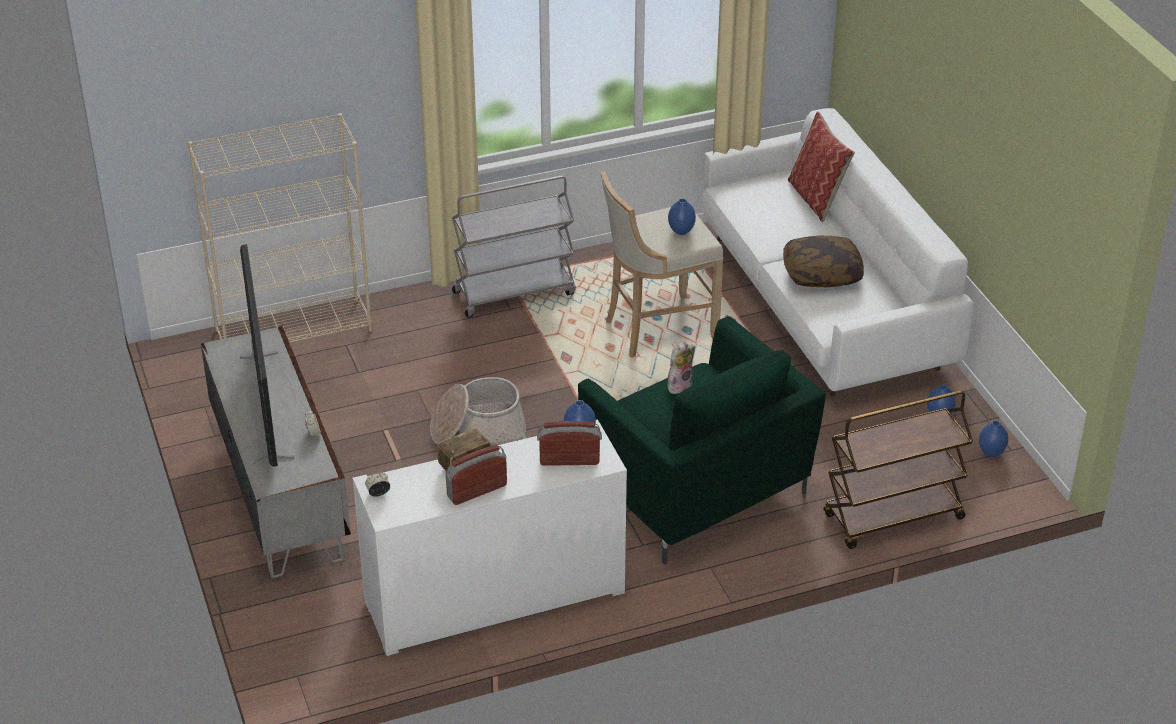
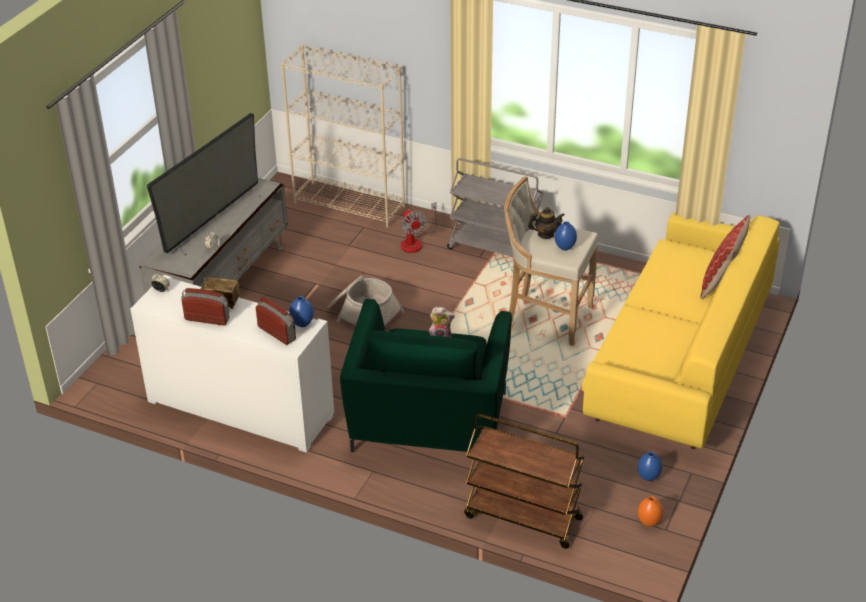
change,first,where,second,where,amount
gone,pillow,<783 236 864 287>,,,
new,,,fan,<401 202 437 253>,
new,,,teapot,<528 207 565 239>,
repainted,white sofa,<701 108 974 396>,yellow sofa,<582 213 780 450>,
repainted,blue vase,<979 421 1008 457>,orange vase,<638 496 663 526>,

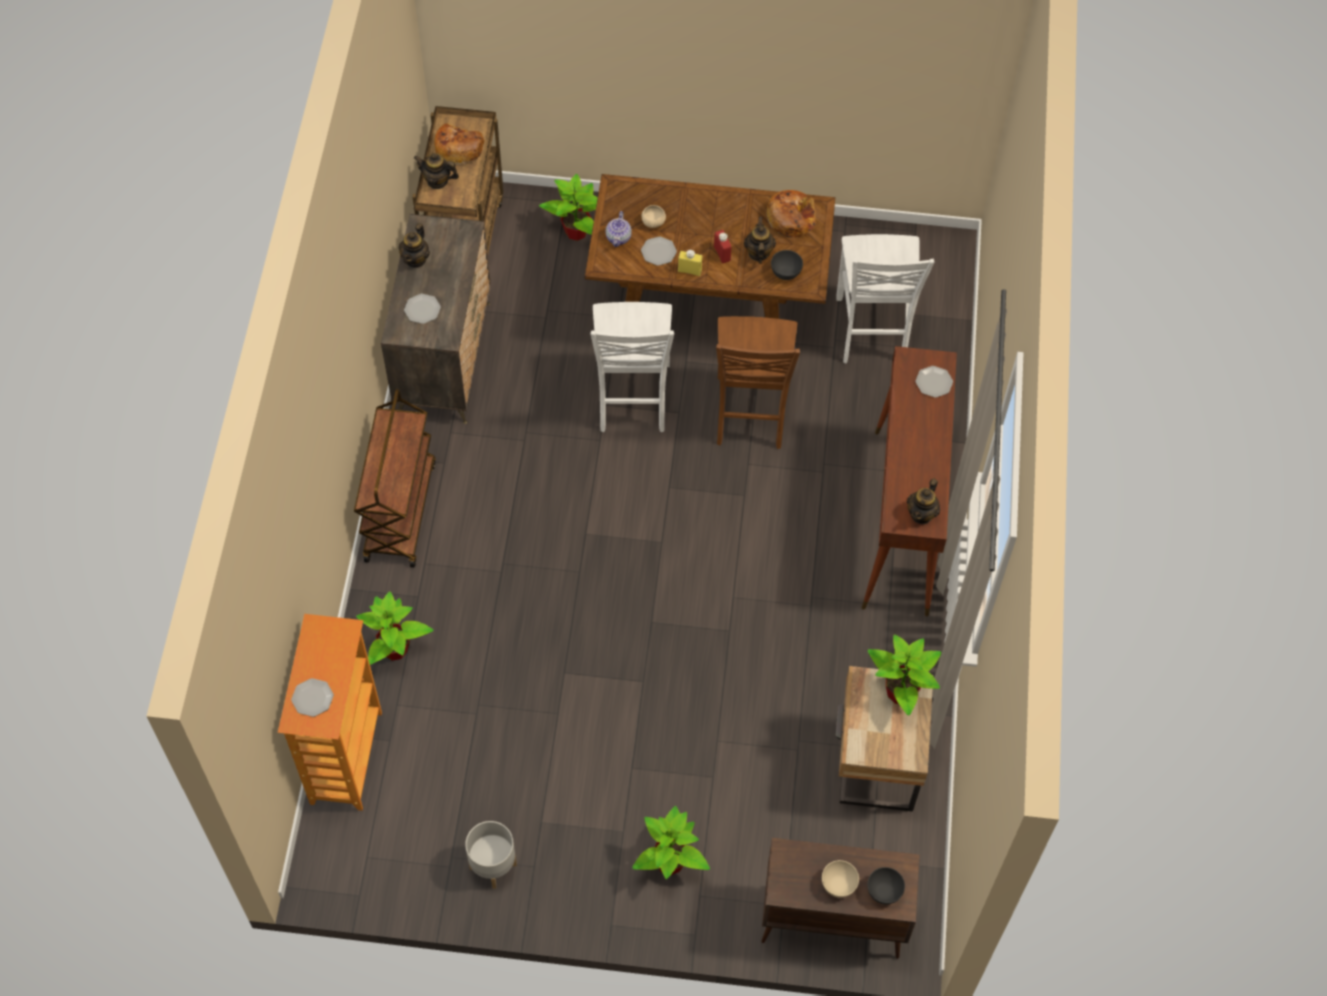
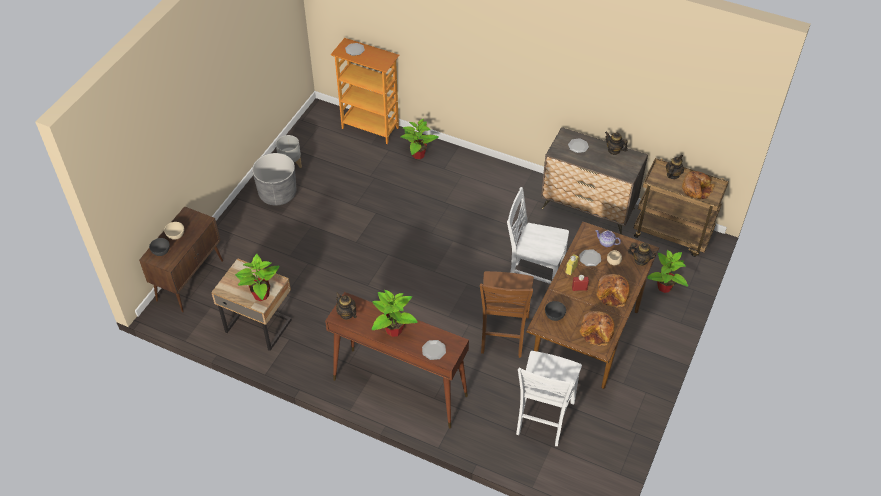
change,first,where,second,where,amount
gone,brown cart,<354 389 436 568>,,,
new,,,grey planter,<252 153 296 206>,
new,,,bread,<596 274 630 307>,
shifted,potted plant,<632 806 710 879>,,<372 290 418 337>,
shifted,teapot,<744 217 776 264>,,<628 243 658 265>,
rotated,brown chair,<716 316 800 449>,,<480 271 534 358>,105 degrees counterclockwise
rotated,white chair,<836 234 934 364>,,<516 351 582 446>,90 degrees counterclockwise

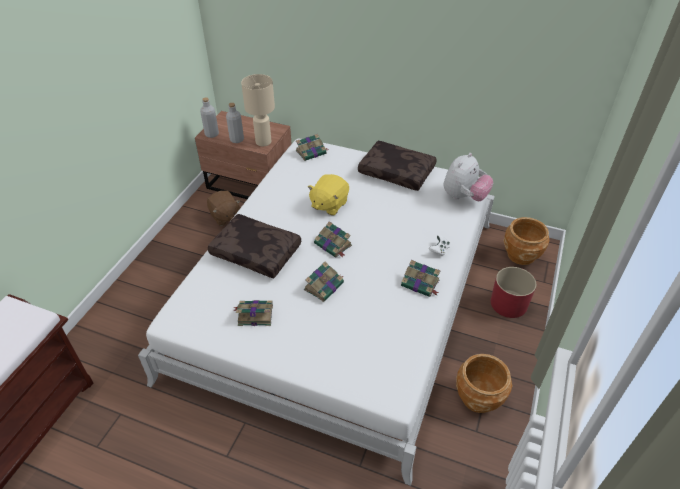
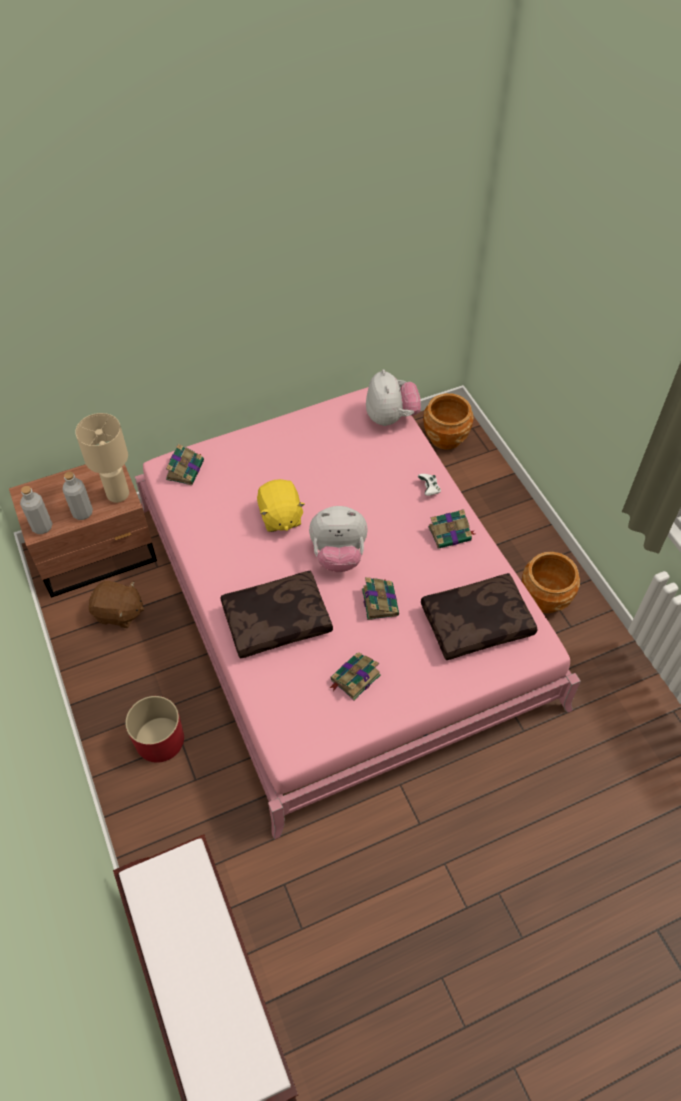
change,first,where,second,where,amount
shifted,brown pillow,<358 141 436 191>,,<421 573 538 660>,
shifted,red planter,<491 267 536 318>,,<125 696 184 763>,
swapped,book,<314 221 352 257>,plush toy,<309 506 368 572>,
repainted,white bed,<138 139 495 486>,pink bed,<135 387 581 839>,

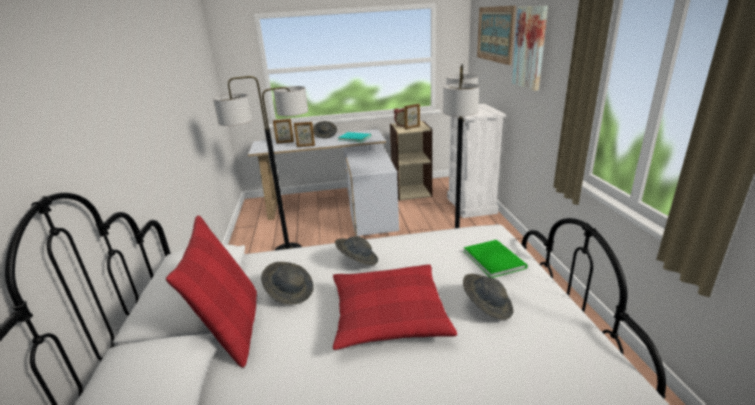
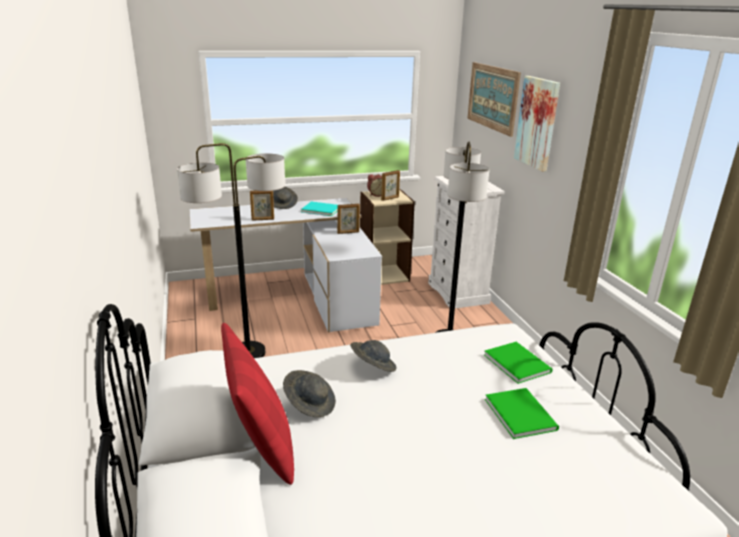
change,first,where,second,where,amount
gone,red pillow,<333 264 457 350>,,,
shifted,picture frame,<273 119 294 144>,,<337 204 360 234>,
swapped,grey hat,<463 274 513 320>,green book,<485 388 559 439>,

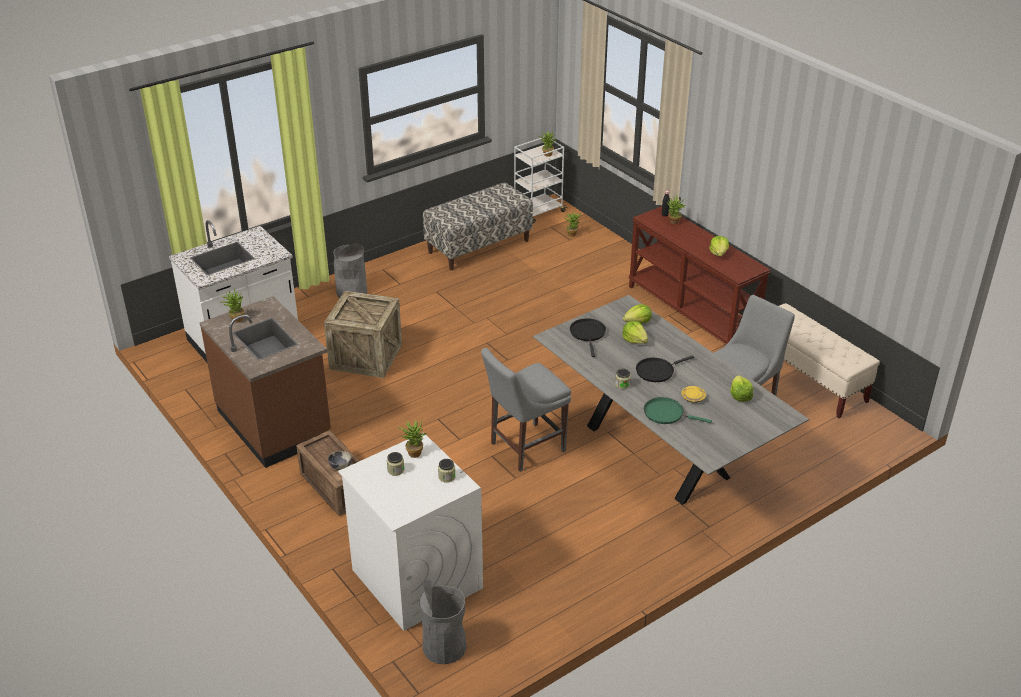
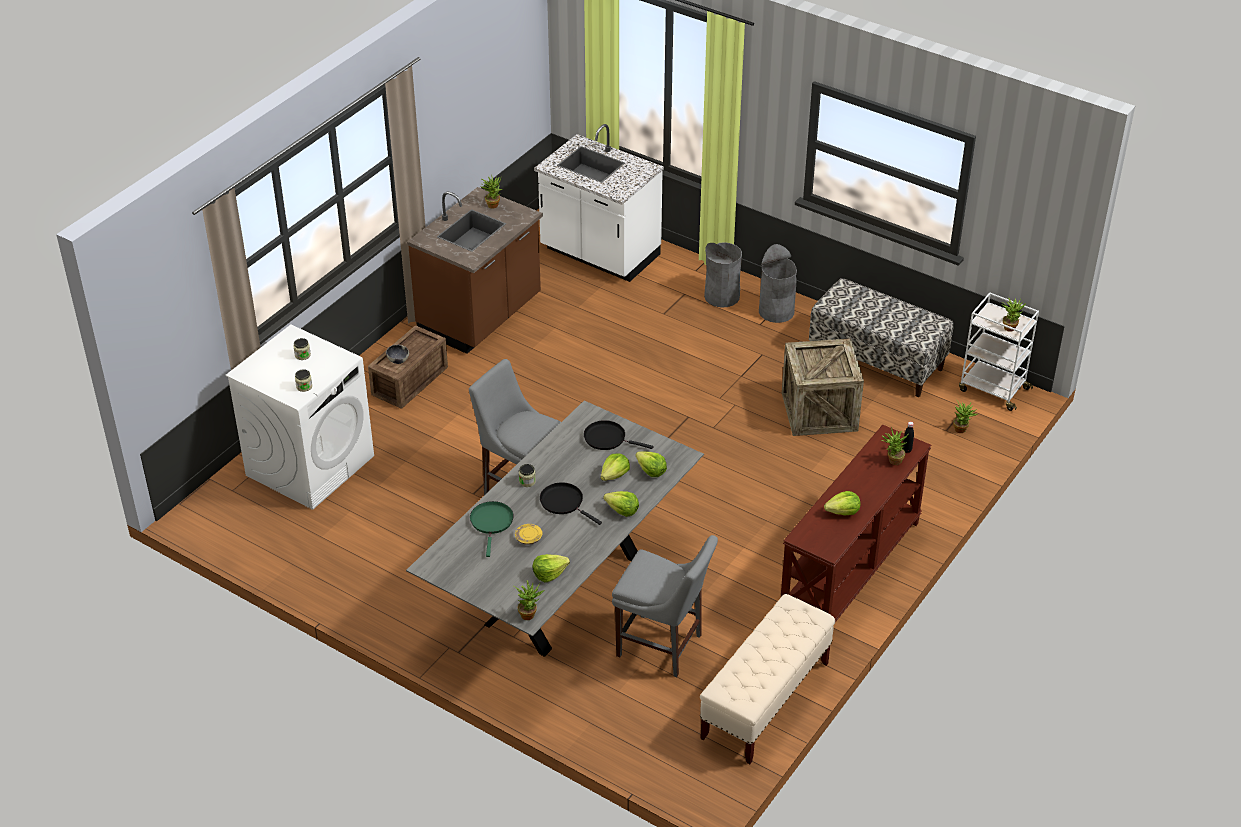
change,first,where,second,where,amount
new,,,lettuce,<603 491 639 517>,
shifted,crate,<324 291 402 378>,,<782 338 864 436>,
shifted,potted plant,<398 420 427 458>,,<513 580 544 620>,
shifted,grey trash can,<420 580 466 664>,,<759 244 797 323>,
rotated,black frying pan,<570 318 606 357>,,<584 420 654 450>,135 degrees counterclockwise

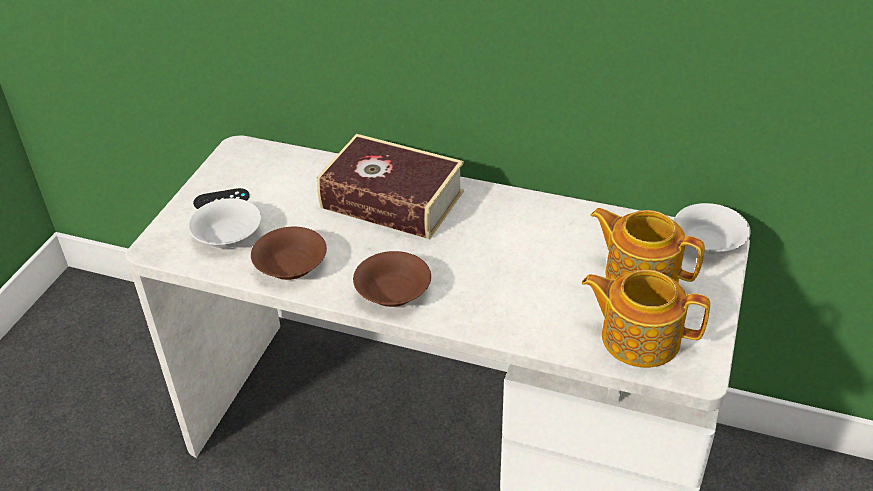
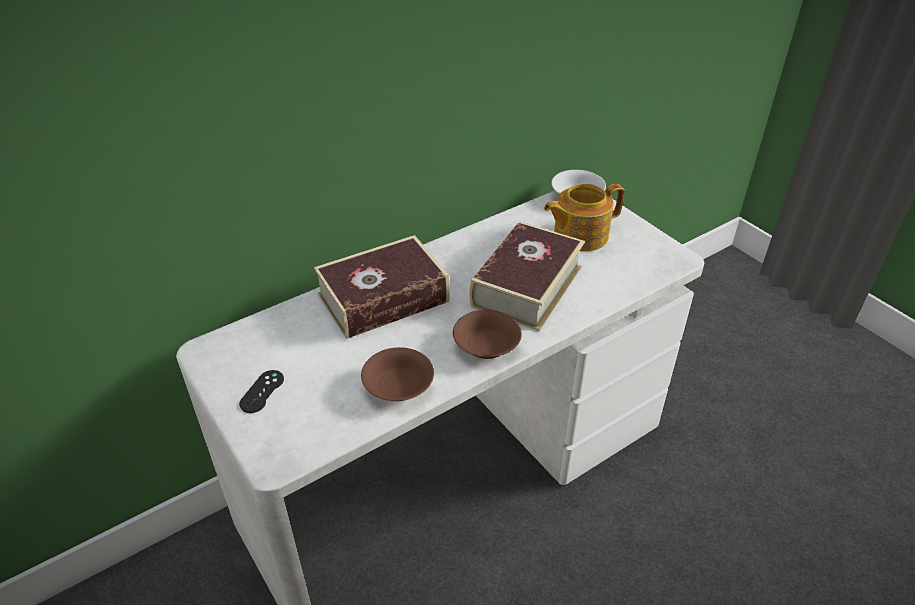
change,first,where,second,where,amount
gone,white bowl,<188 198 262 248>,,,
gone,teapot,<582 269 710 368>,,,
new,,,book,<469 221 585 331>,

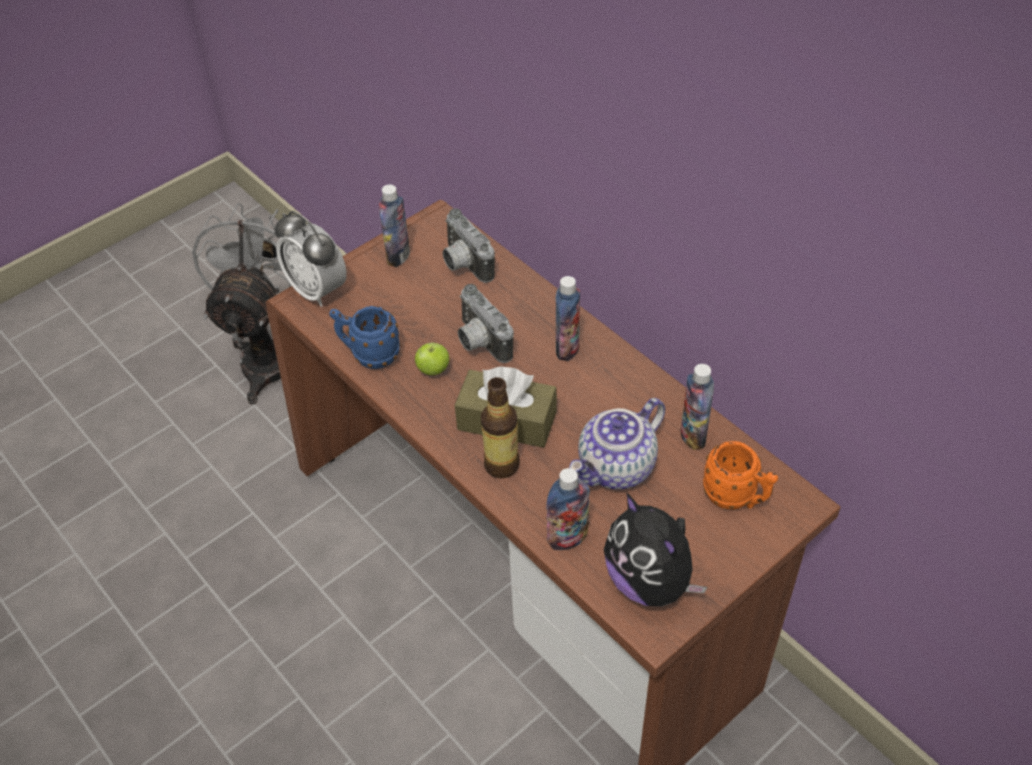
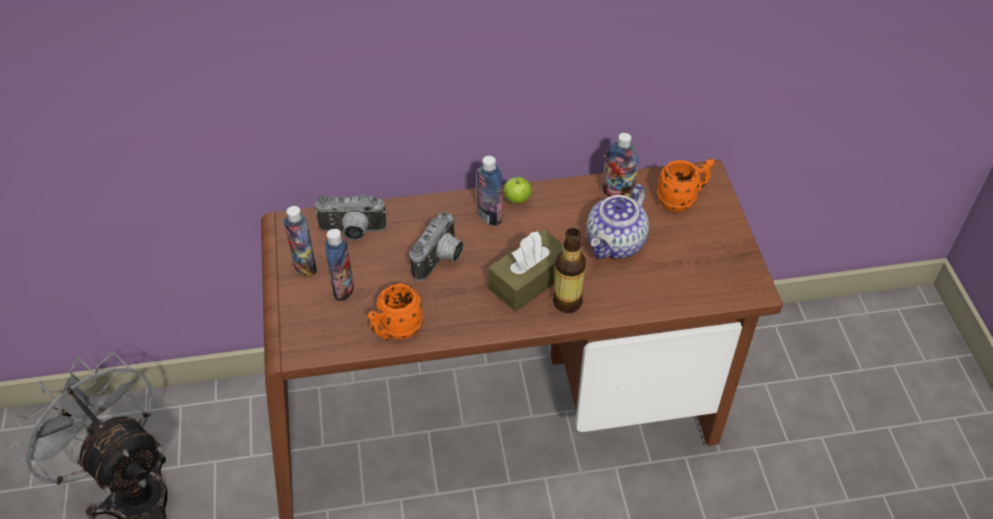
change,first,where,second,where,amount
gone,alarm clock,<274 211 347 307>,,,
gone,plush toy,<604 493 707 607>,,,
shifted,apple,<415 343 449 375>,,<503 175 532 204>,
shifted,bottle,<546 468 590 550>,,<325 229 354 301>,
repainted,blue mug,<329 306 401 369>,orange mug,<368 283 423 341>,
rotated,photo camera,<458 284 514 363>,,<409 212 464 281>,60 degrees counterclockwise
rotated,teapot,<569 398 665 489>,,<586 184 649 259>,45 degrees clockwise

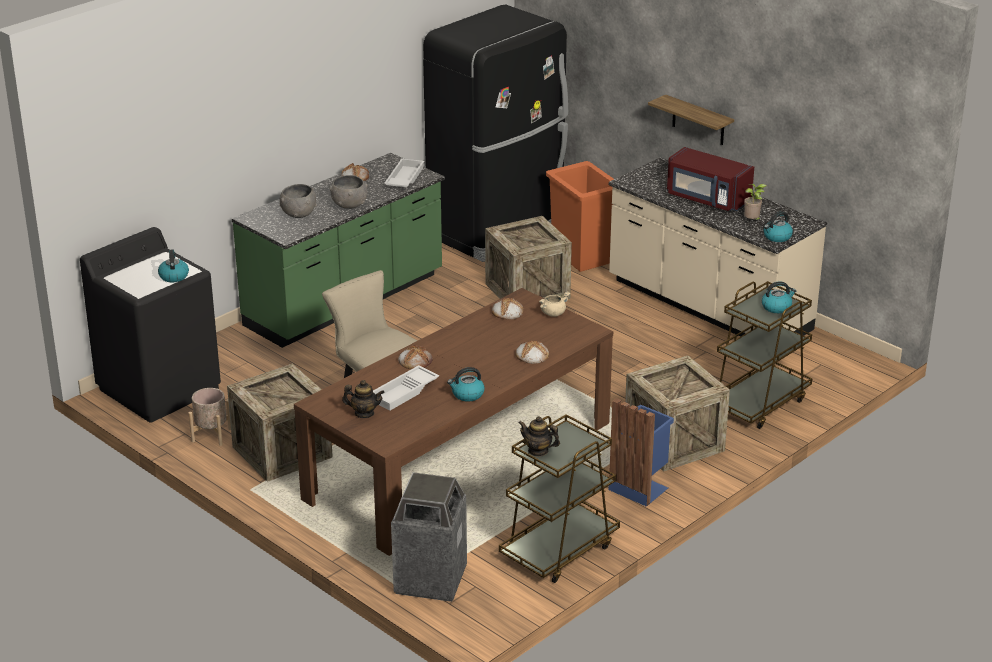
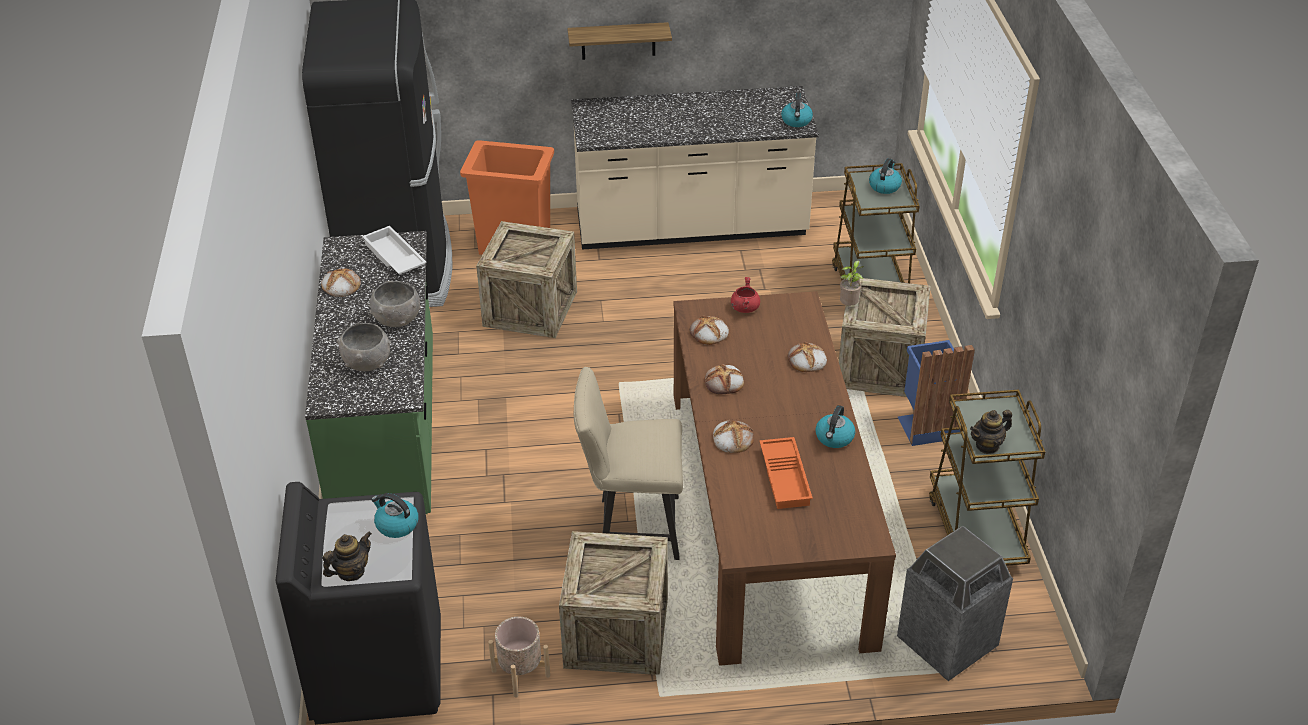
change,first,where,second,where,amount
gone,red microwave,<667 147 754 211>,,,
new,,,bread,<704 364 744 395>,
shifted,teapot,<342 380 385 418>,,<323 531 372 581>,
shifted,potted plant,<744 184 767 220>,,<840 260 864 306>,
repainted,white tray,<373 365 439 411>,orange tray,<759 437 813 509>,
repainted,beige cooking pot,<539 291 570 317>,red cooking pot,<731 277 760 313>,

